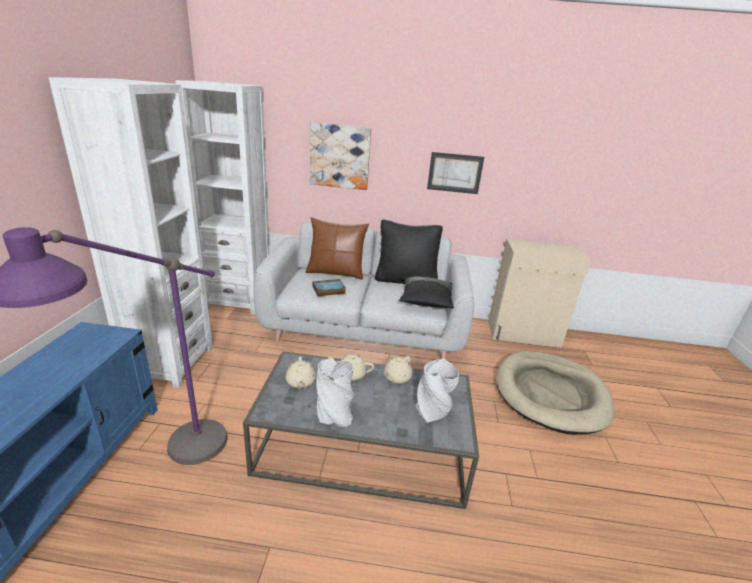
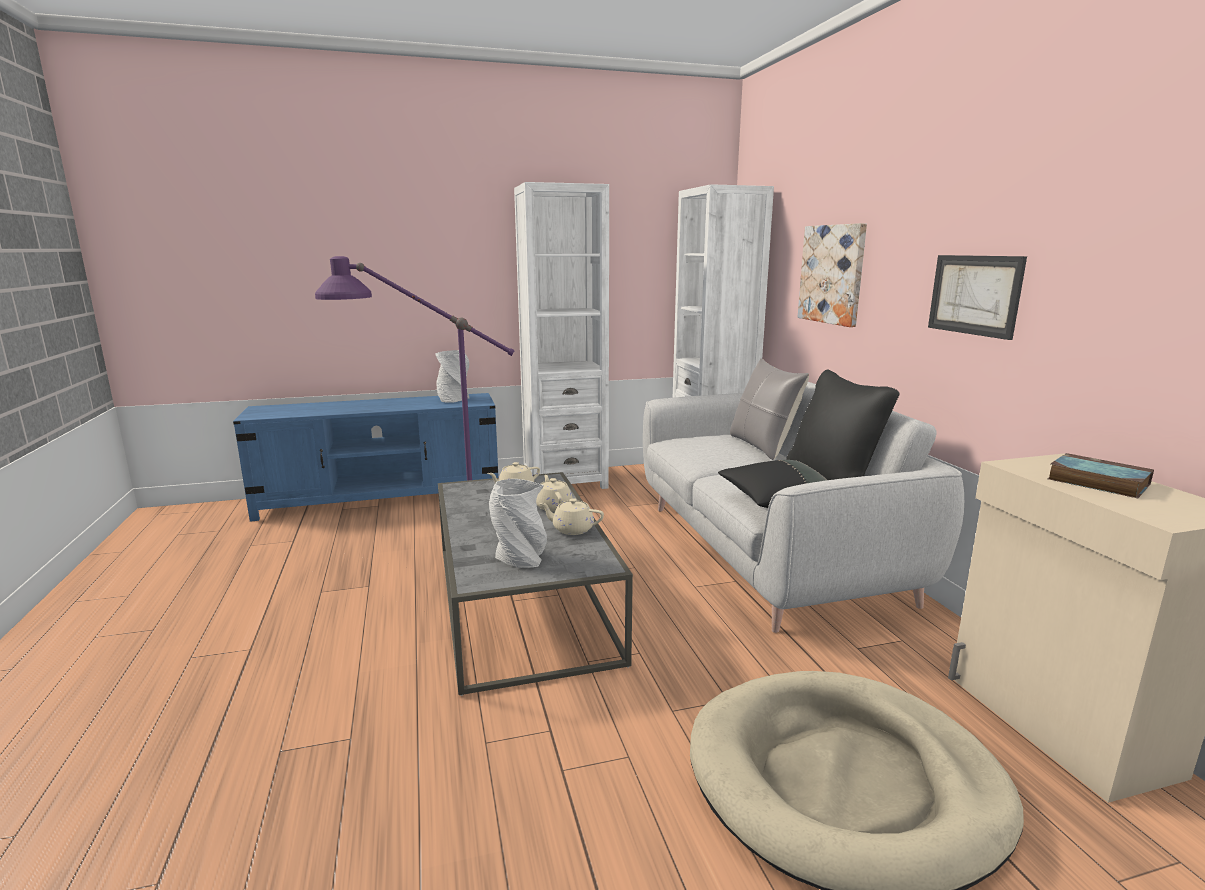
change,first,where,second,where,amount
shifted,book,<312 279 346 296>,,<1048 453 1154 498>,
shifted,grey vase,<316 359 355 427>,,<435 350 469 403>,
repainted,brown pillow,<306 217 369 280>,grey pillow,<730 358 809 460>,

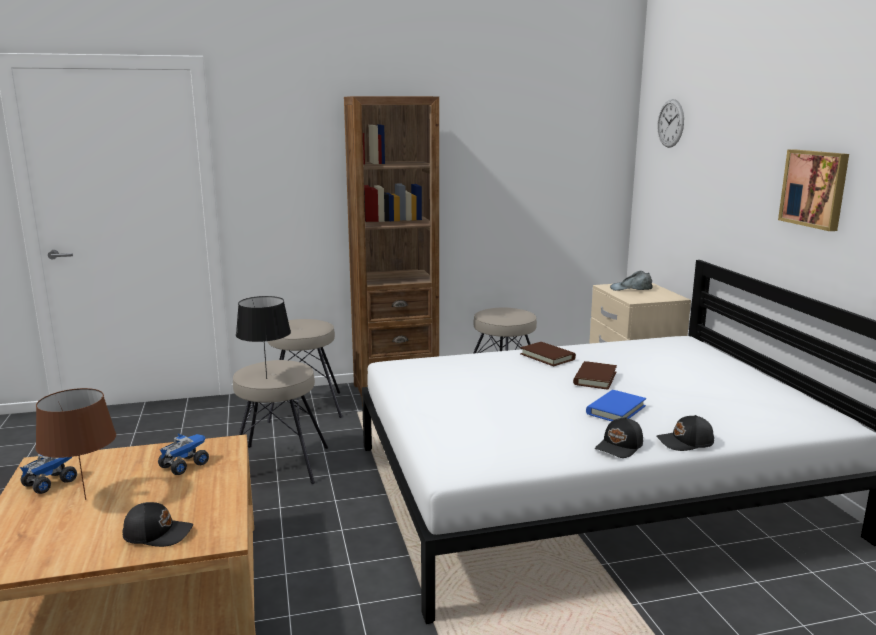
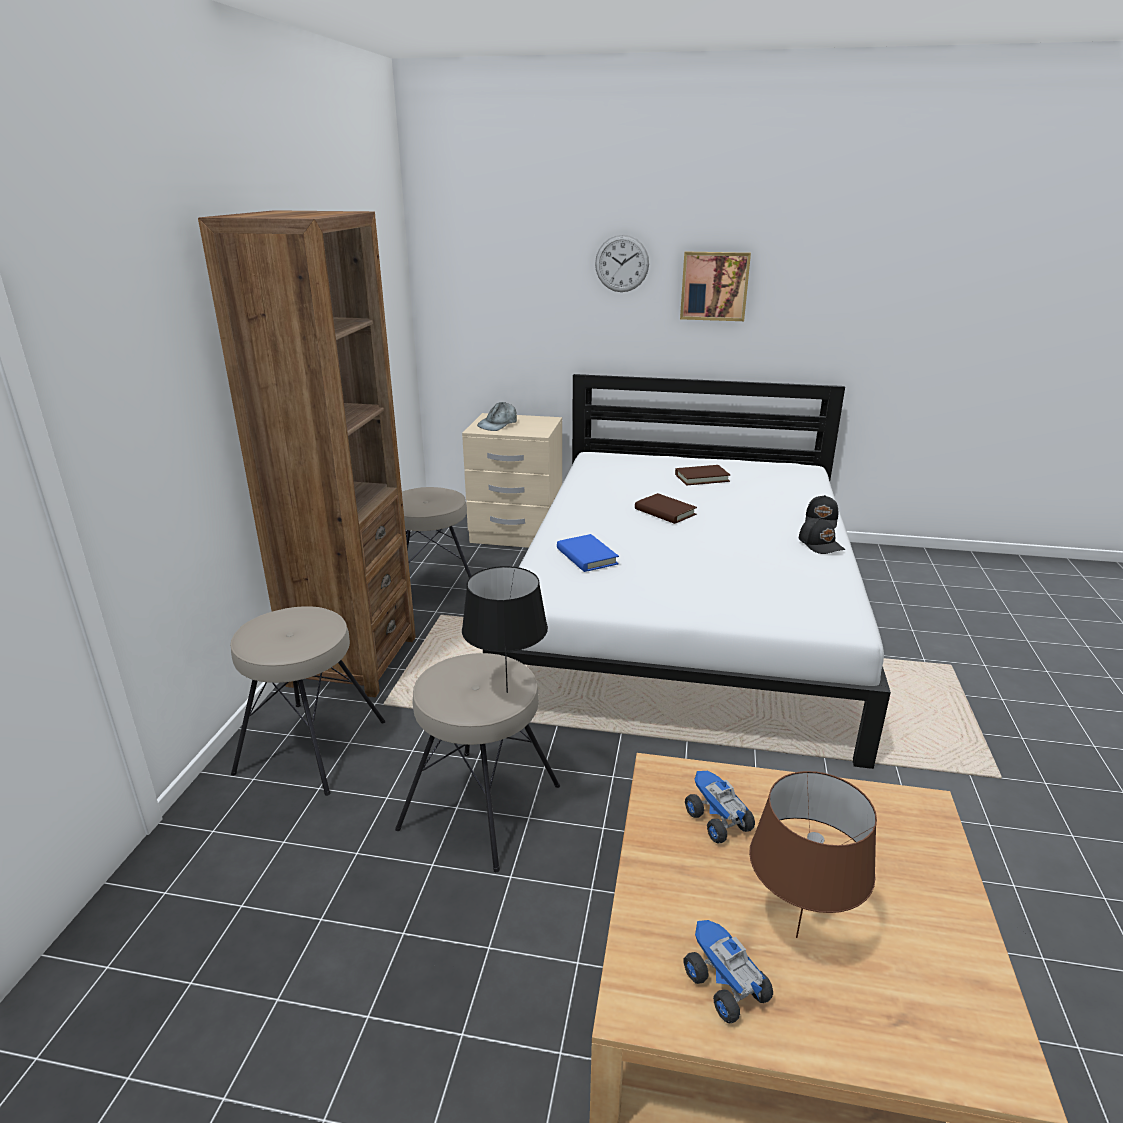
change,first,where,second,where,amount
gone,black cap,<123 502 193 547>,,,
shifted,brown book,<520 342 576 366>,,<675 465 730 485>,
shifted,blue book,<586 390 646 421>,,<557 534 619 572>,
shifted,wall clock,<658 99 684 148>,,<595 235 649 292>,

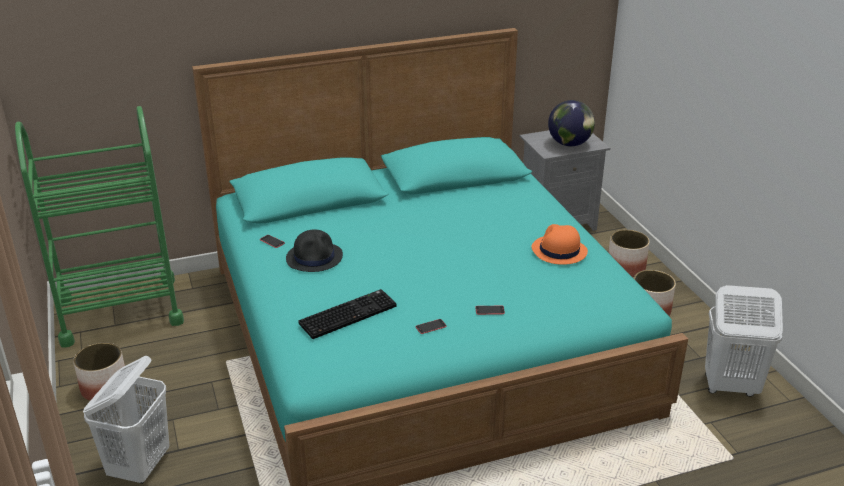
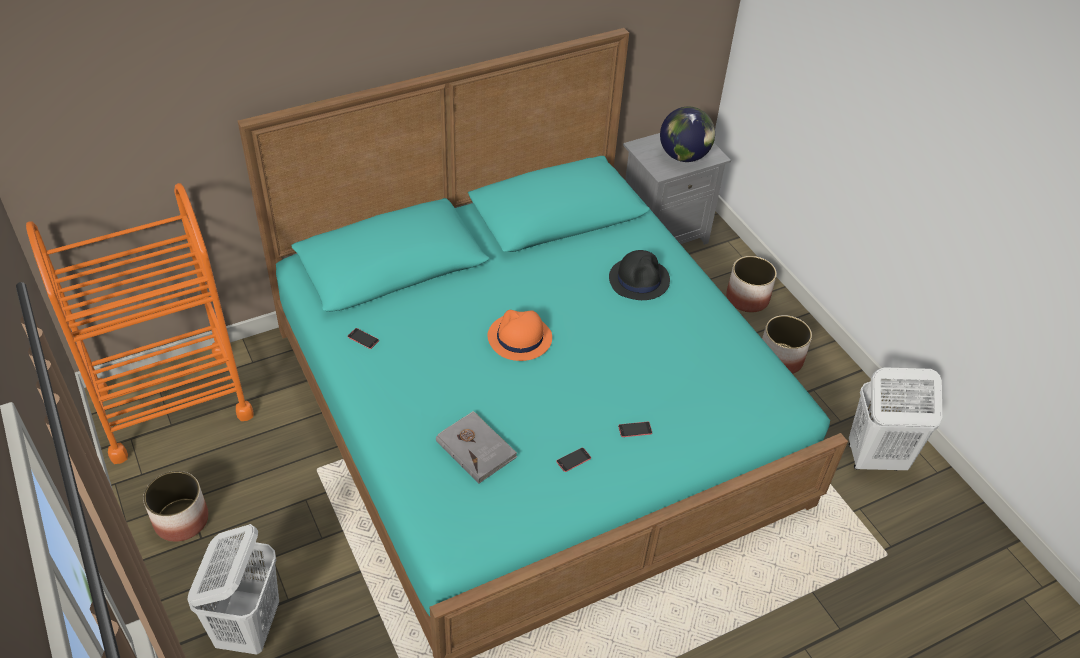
change,first,where,second,where,amount
shifted,black hat,<286 229 343 272>,,<609 250 670 300>,
shifted,orange hat,<531 224 588 265>,,<487 310 552 361>,
swapped,keyboard,<298 289 397 339>,grey book,<436 411 518 484>,
repainted,green cart,<15 106 184 347>,orange cart,<26 183 254 464>,

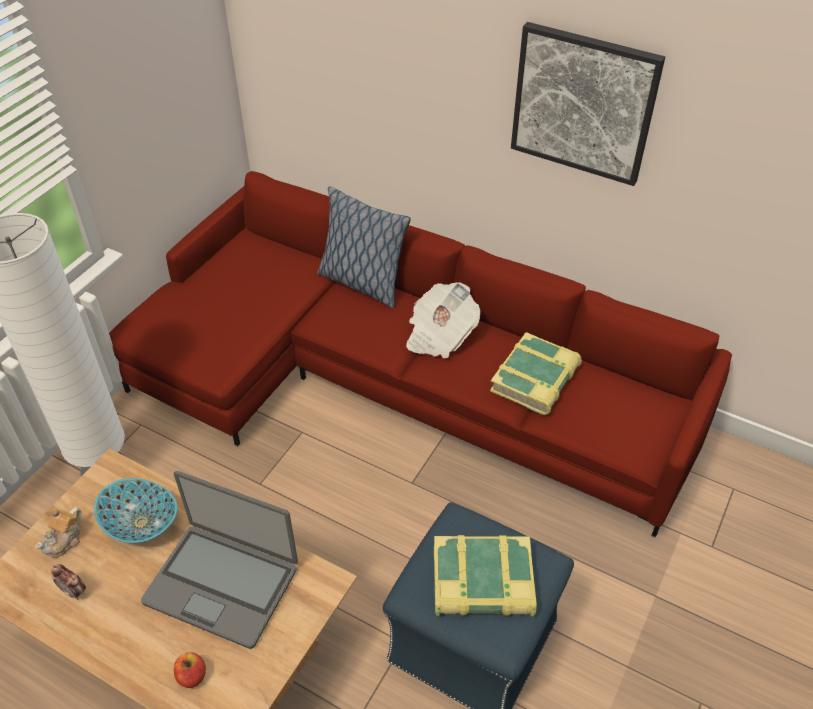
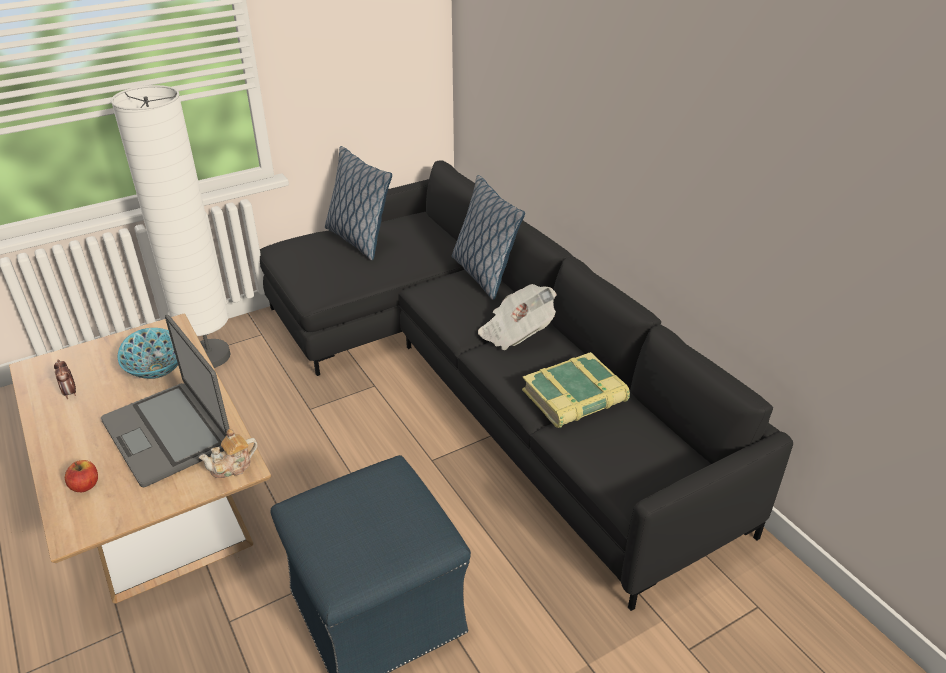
change,first,where,second,where,amount
gone,book,<434 535 536 617>,,,
gone,picture,<511 22 665 186>,,,
new,,,pillow,<325 146 392 260>,
shifted,teapot,<35 507 81 558>,,<199 429 258 478>,
repainted,red sofa,<109 171 732 538>,black sofa,<260 160 793 611>,

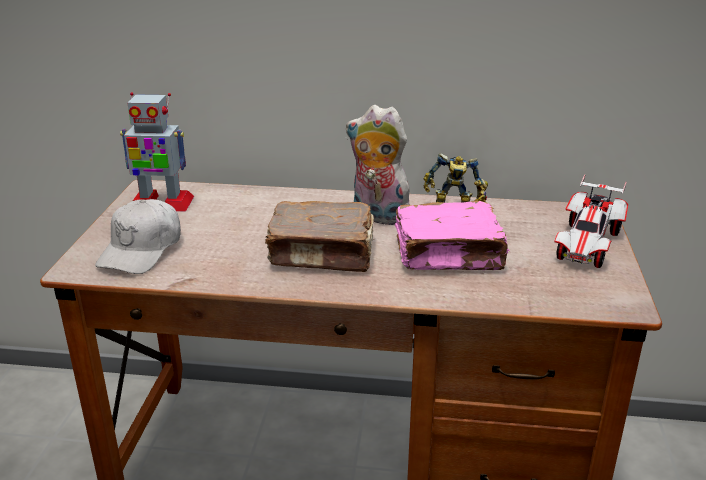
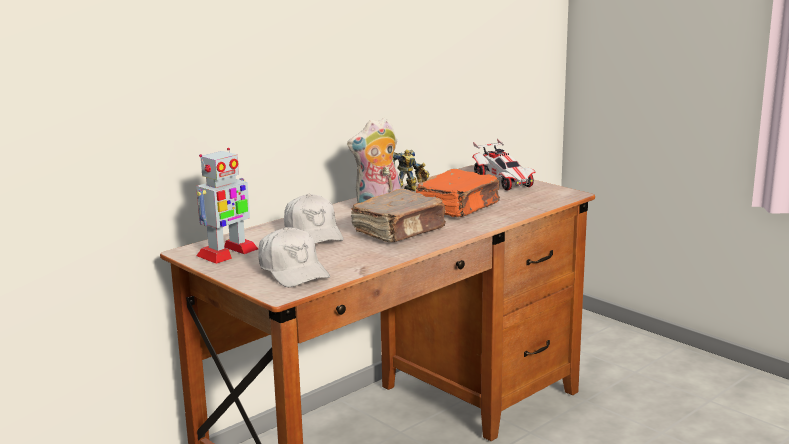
change,first,where,second,where,amount
new,,,white cap,<284 194 344 244>,
repainted,pink book,<395 201 510 270>,orange book,<416 169 500 217>,

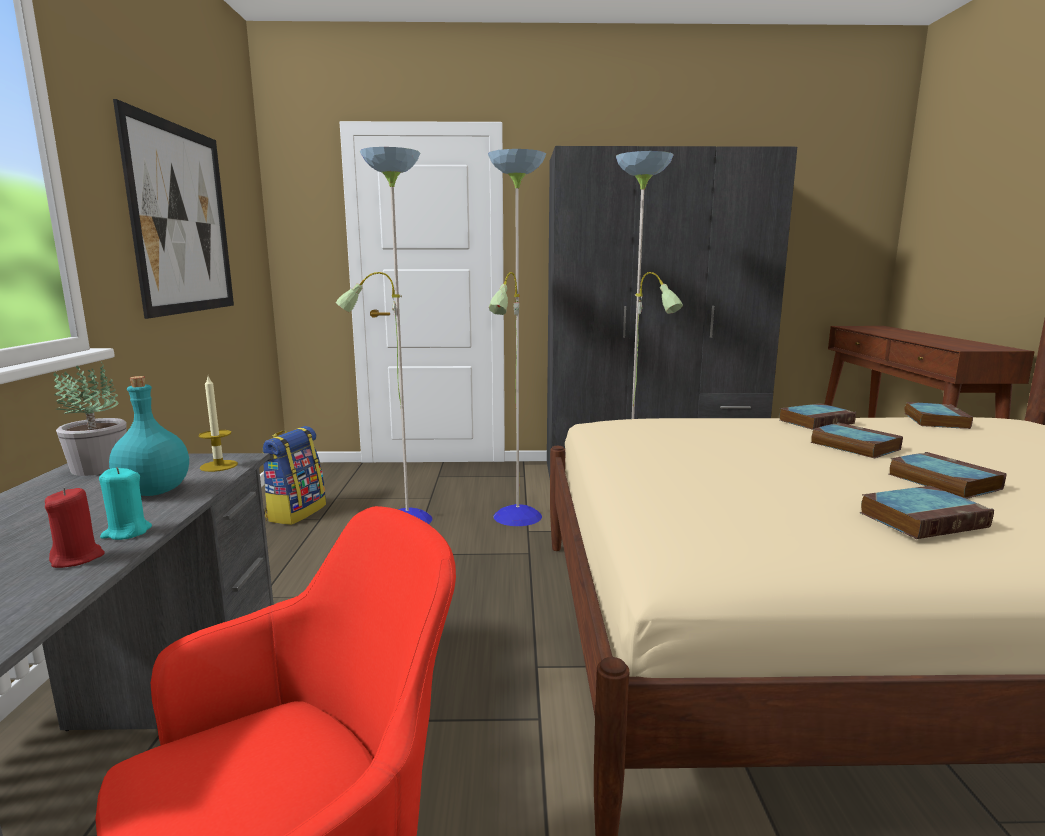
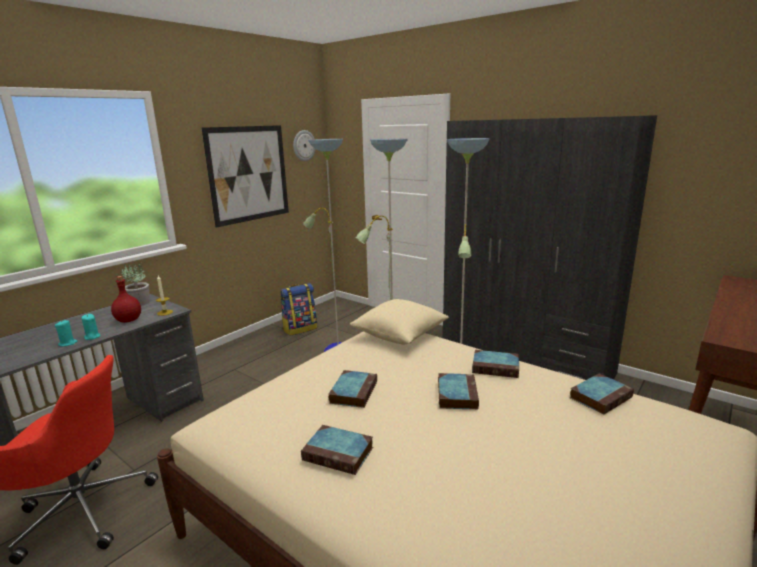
change,first,where,second,where,amount
new,,,wall clock,<293 130 316 161>,
new,,,beige pillow,<350 299 449 345>,
shifted,book,<889 452 1007 499>,,<329 370 377 408>,
repainted,red candle,<45 488 105 568>,turquoise candle,<55 320 77 347>,
repainted,turquoise bottle,<109 376 189 496>,red bottle,<111 276 141 323>,

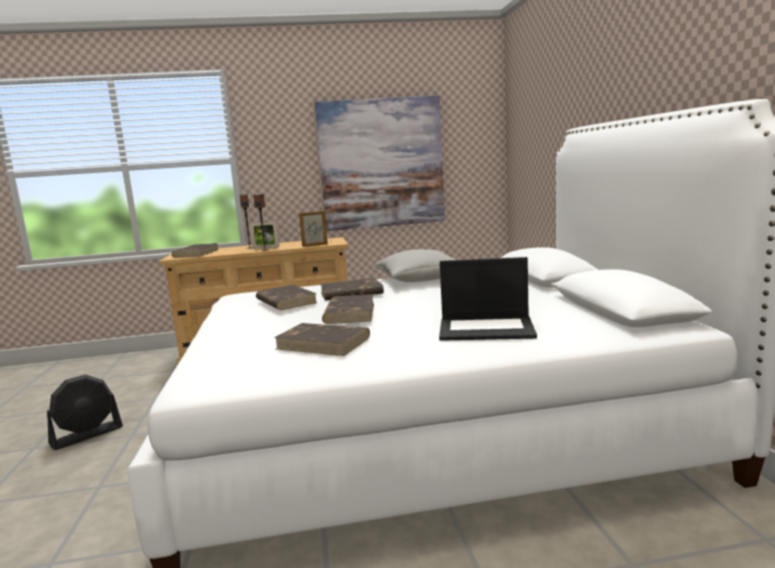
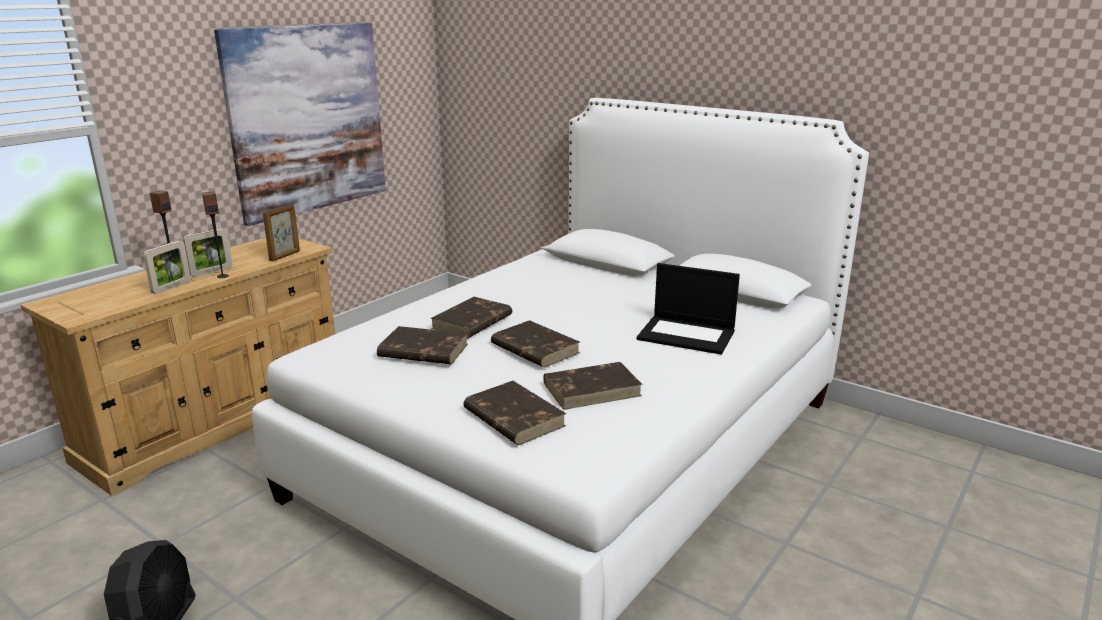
change,first,where,second,where,amount
gone,grey pillow,<374 249 456 282>,,,
new,,,picture frame,<143 240 191 294>,
shifted,brown book,<172 243 219 258>,,<463 381 566 445>,
rotated,laptop,<439 257 537 341>,,<637 263 740 355>,60 degrees clockwise

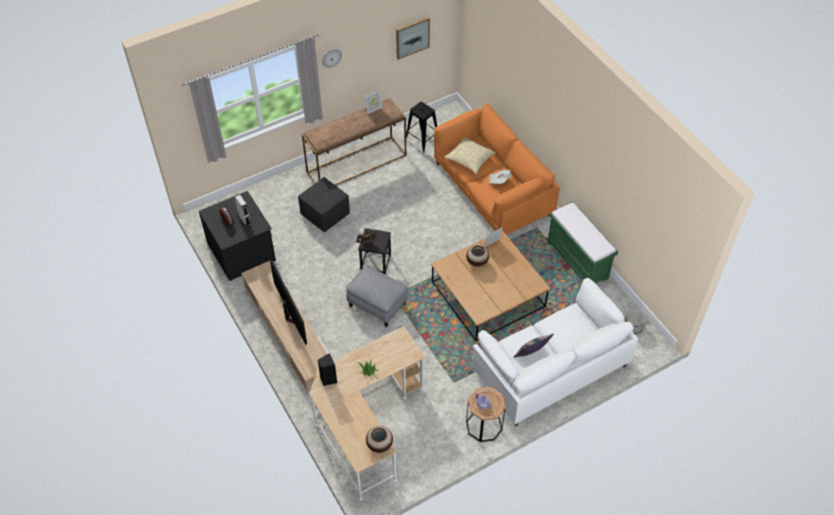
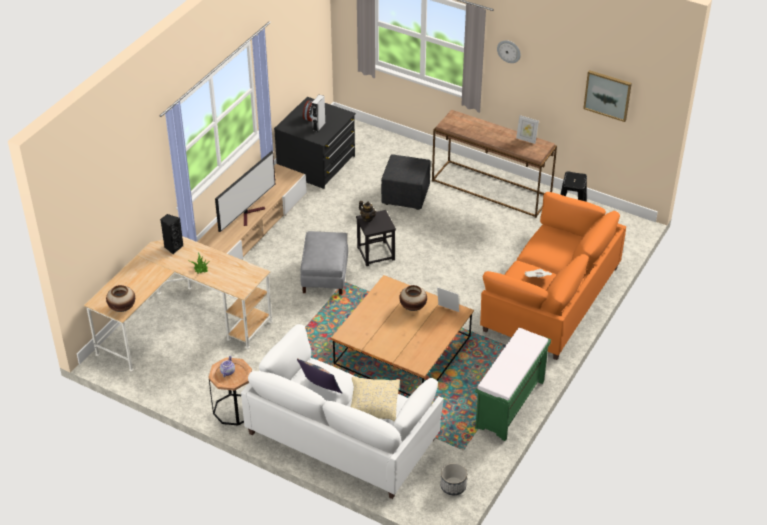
change,first,where,second,where,amount
shifted,beige pillow,<445 138 496 174>,,<351 377 400 421>,

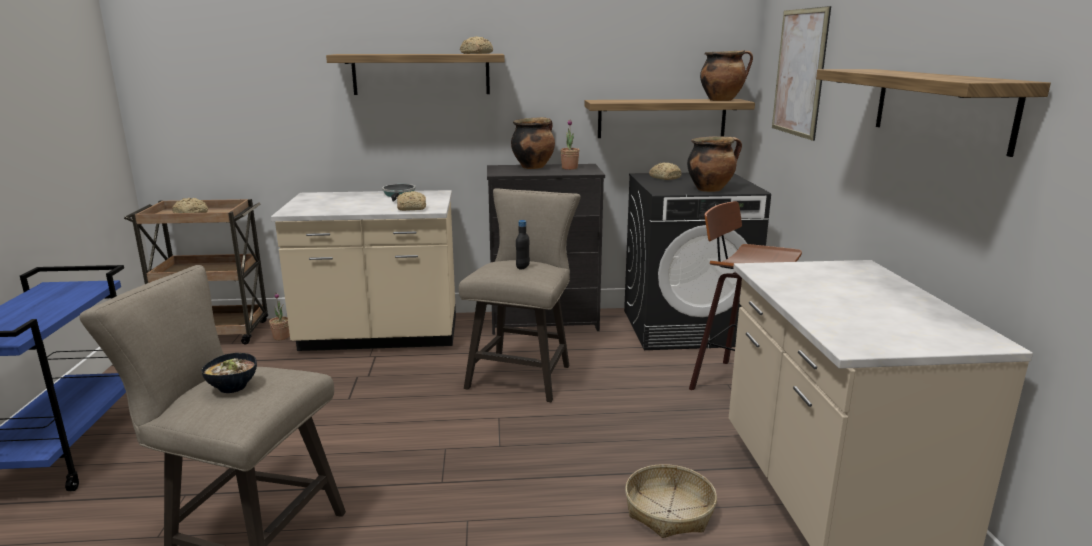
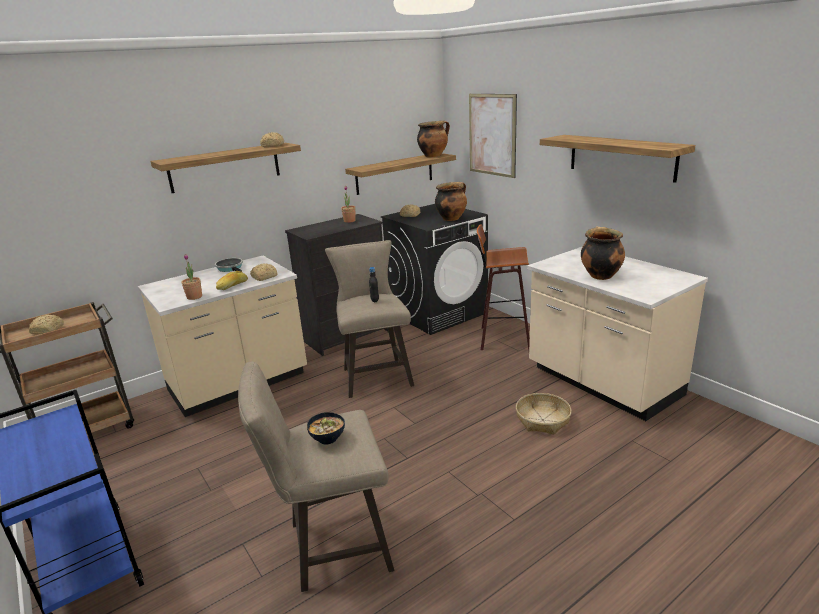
change,first,where,second,where,amount
new,,,bread,<216 271 248 290>,
shifted,potted plant,<269 293 290 340>,,<182 254 202 300>,
shifted,cooking pot,<511 117 555 169>,,<581 226 625 280>,

